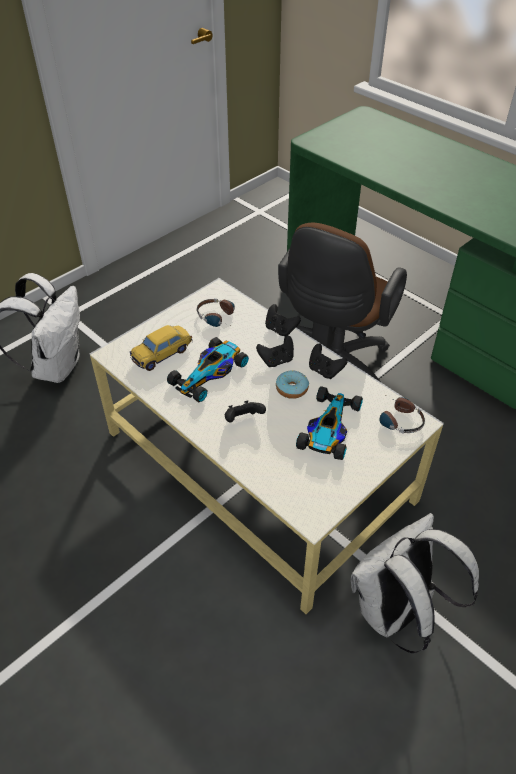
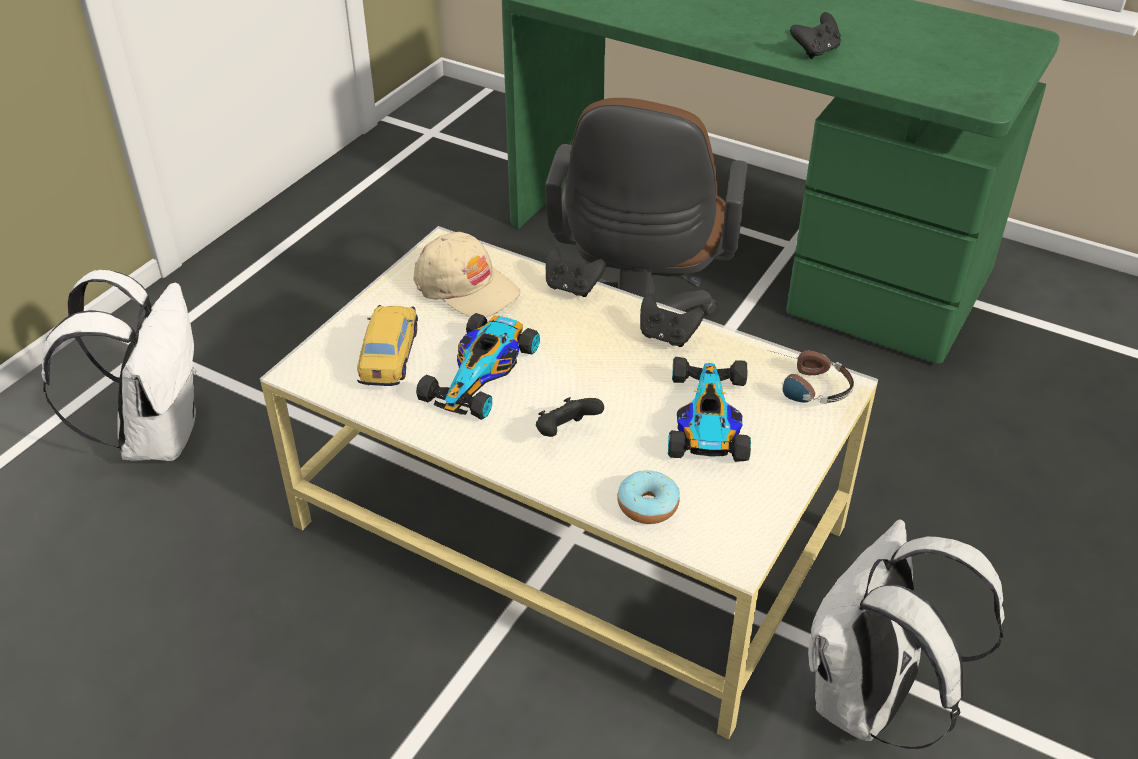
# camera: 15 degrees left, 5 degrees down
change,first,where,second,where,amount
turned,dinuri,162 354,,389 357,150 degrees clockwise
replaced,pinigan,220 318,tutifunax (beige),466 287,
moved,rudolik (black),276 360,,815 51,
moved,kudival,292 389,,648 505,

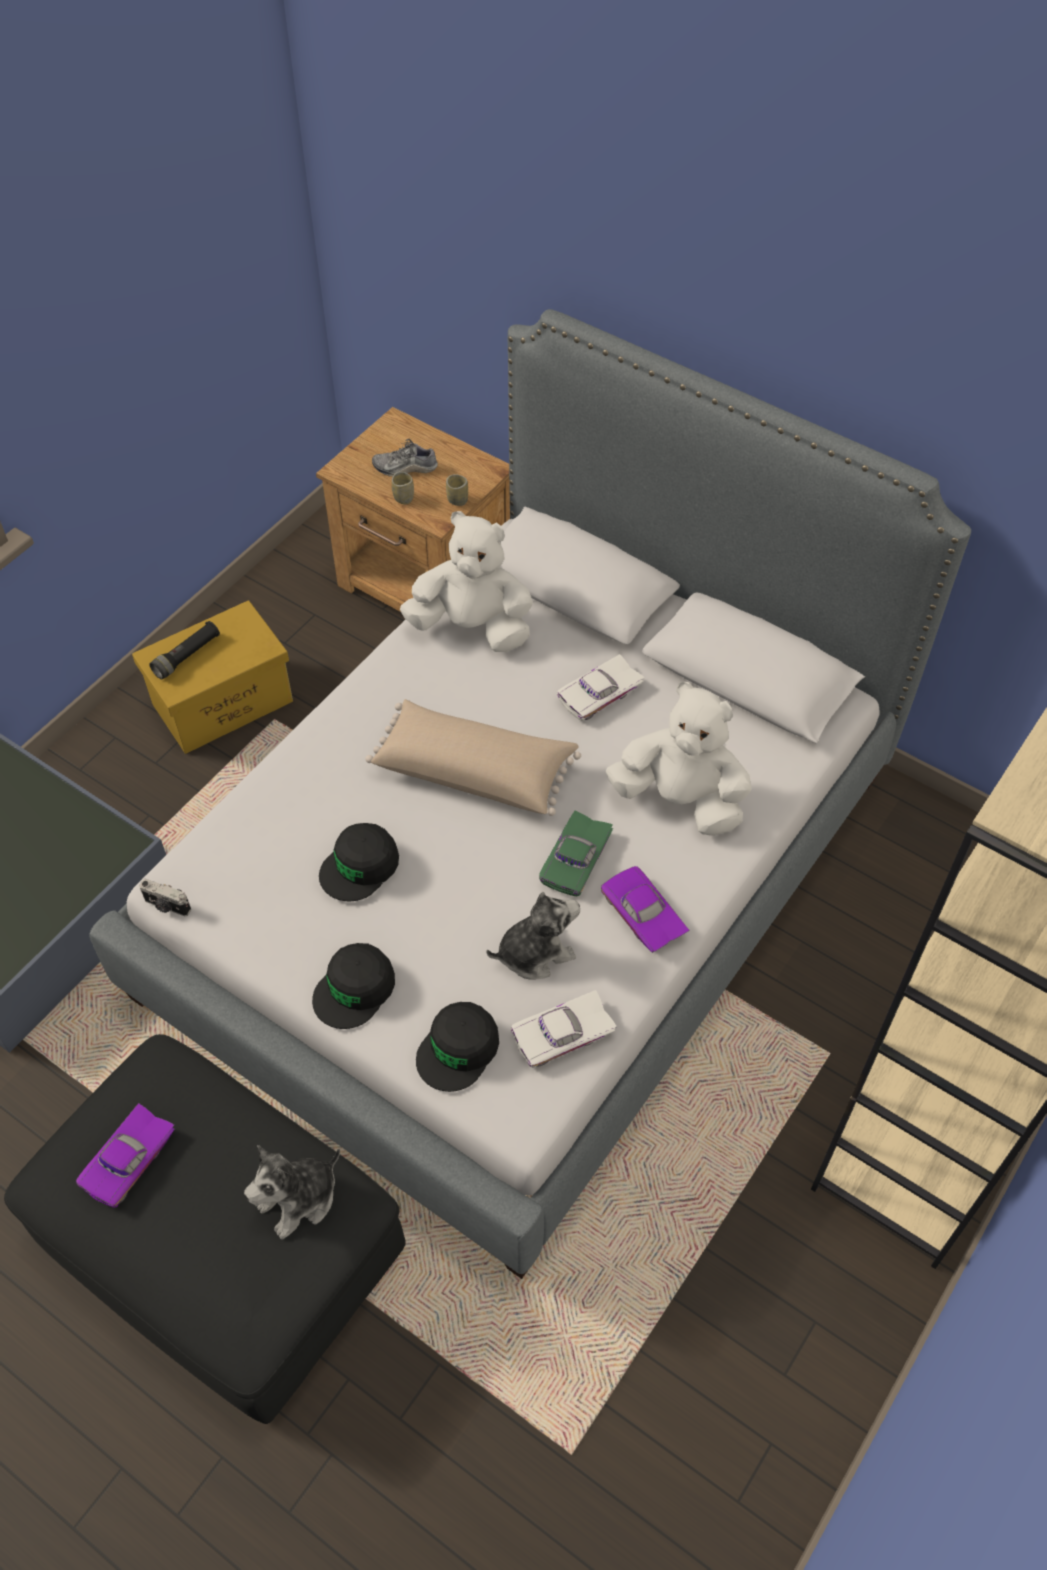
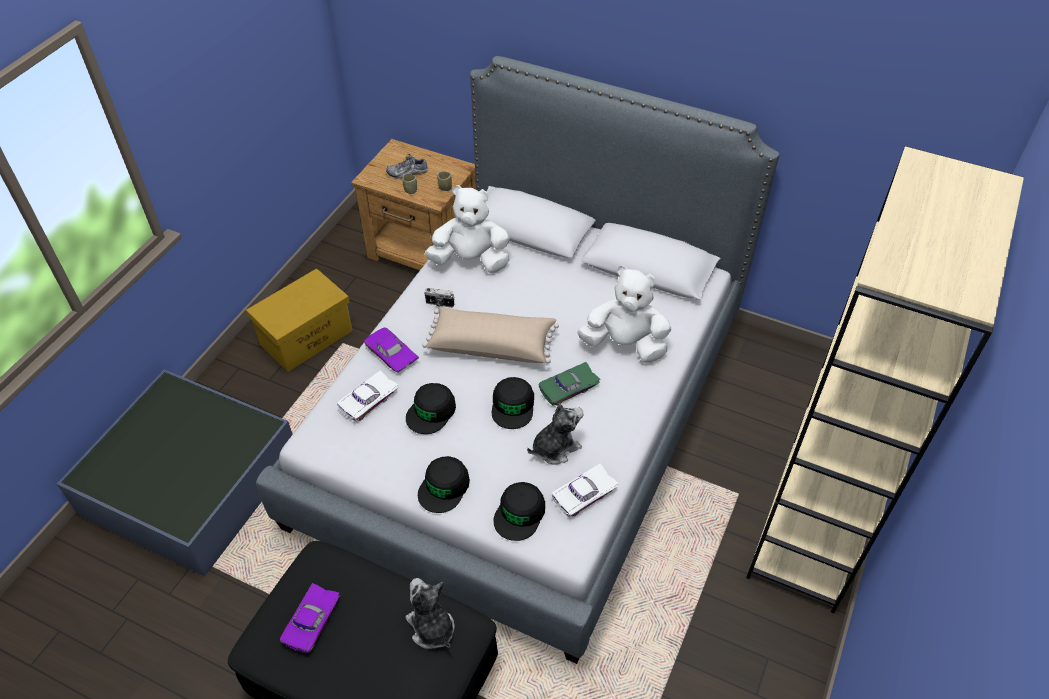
# camera: 10 degrees left, 5 degrees down
change,first,where,second,where,amount
moved,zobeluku,167 906,,439 304,
removed,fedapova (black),187 656,,,
turned,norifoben,299 1199,,431 627,105 degrees clockwise
turned,dinuri (green),578 860,,569 389,45 degrees clockwise
moved,dinuri (white),601 695,,369 401,
moved,dinuri (purple),640 916,,390 355,
added,,,tutifunax (black),513 406,

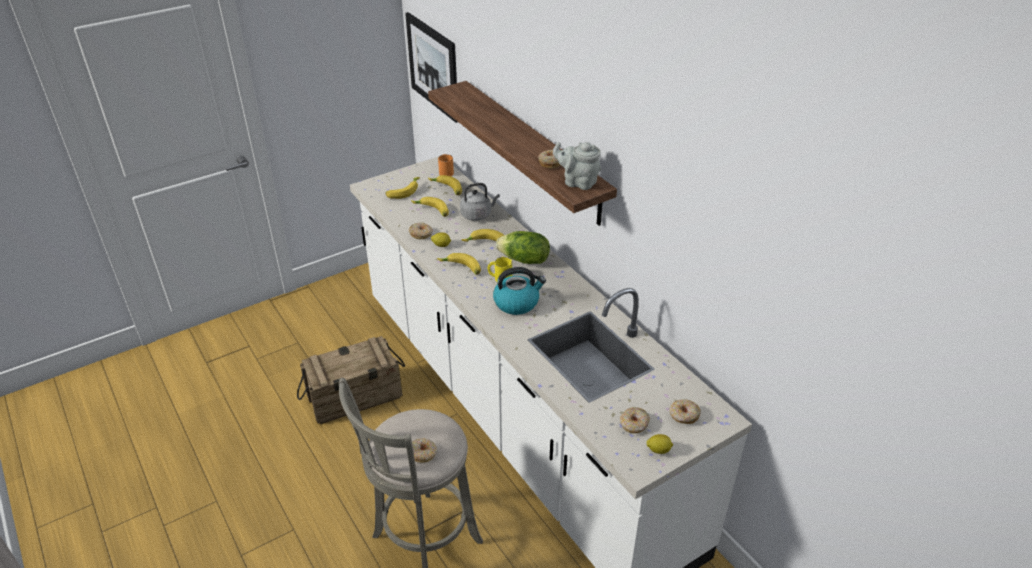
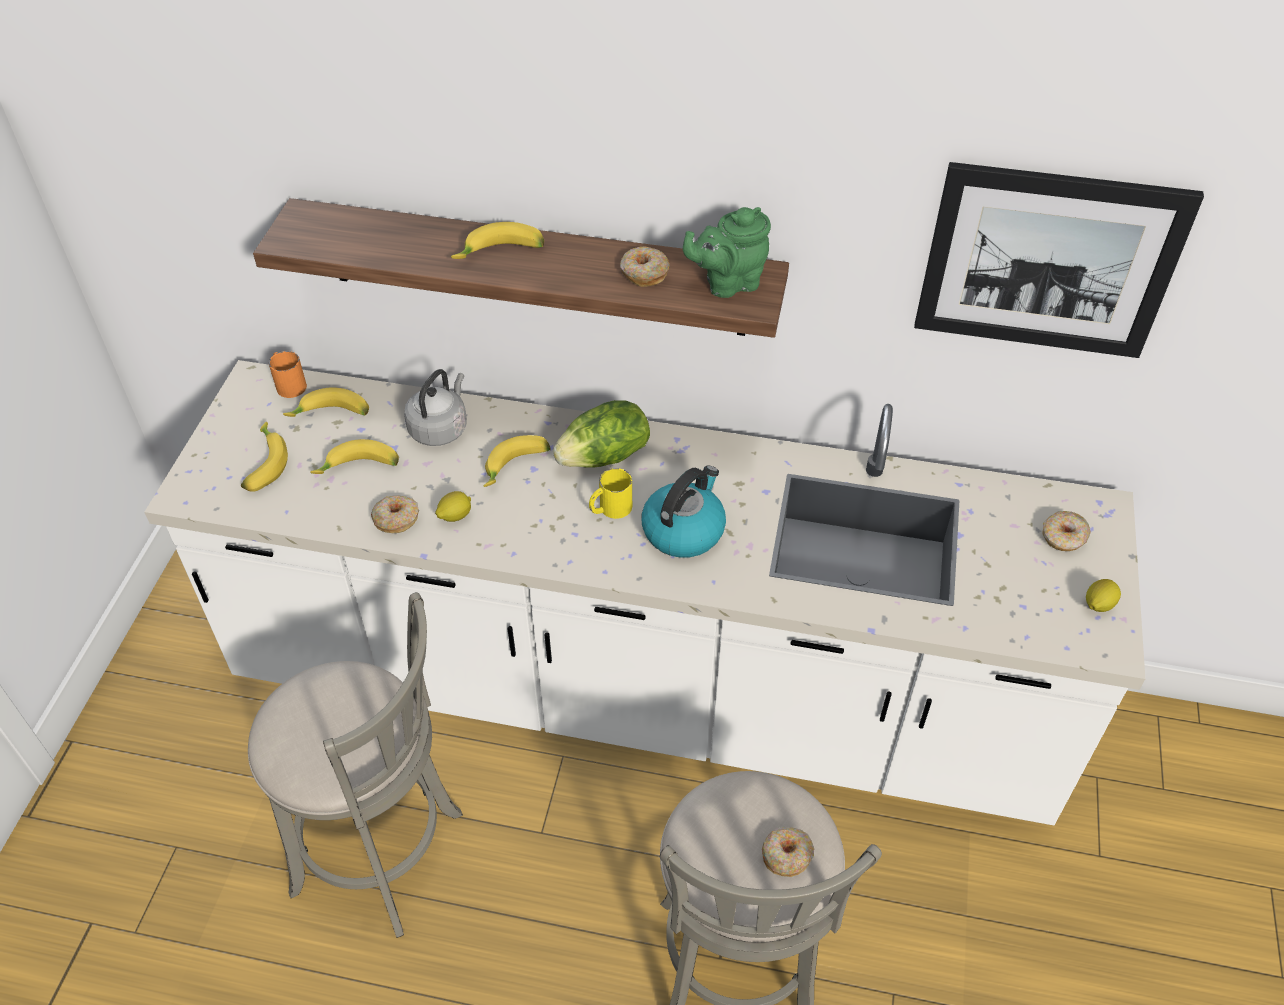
# camera: 45 degrees left, 10 degrees up
change,first,where,second,where,amount
replaced,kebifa,355 397,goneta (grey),386 857,
moved,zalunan,433 66,,1048 262,
moved,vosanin,461 269,,501 254,
recoloured,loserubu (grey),577 182,loserubu (green),728 283,
removed,kudival,634 424,,,

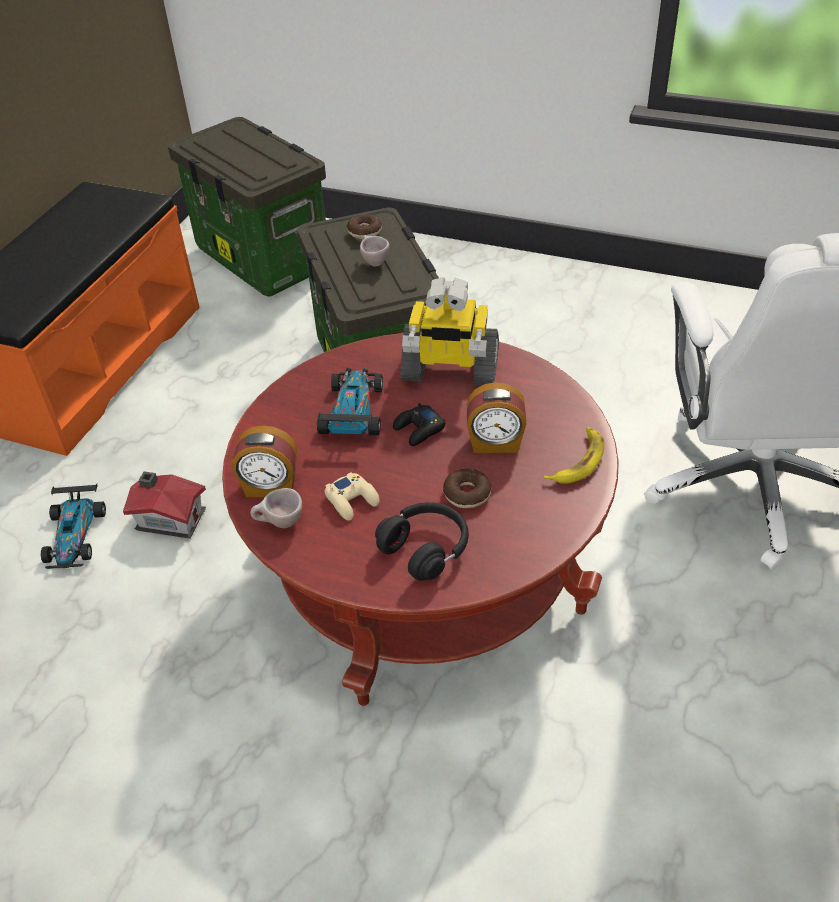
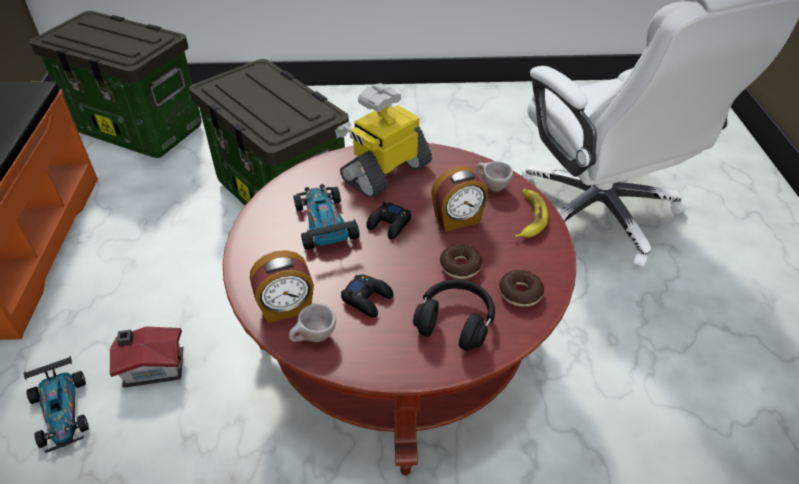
# camera: 25 degrees left, 0 degrees up
change,first,where,second,where,amount
recoloured,rudolik (beige),352 500,rudolik (black),367 299,
moved,kudival,364 232,,520 293,
moved,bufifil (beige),373 262,,491 187,
turned,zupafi,449 370,,385 171,150 degrees clockwise

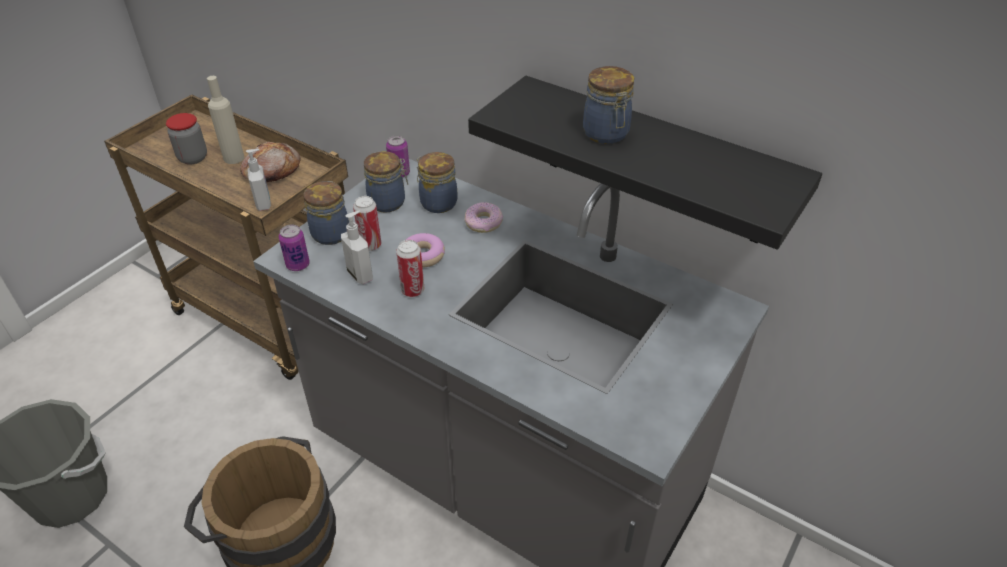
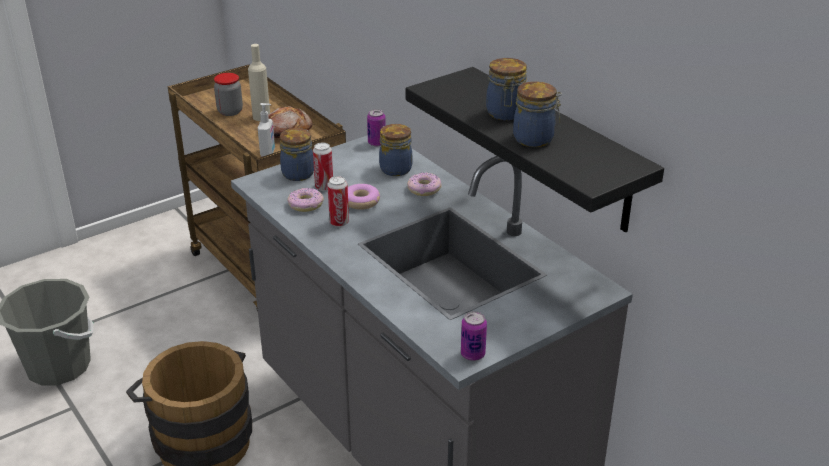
# camera: 20 degrees right, 10 degrees down
change,first,where,second,where,amount
moved,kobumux,298 265,,472 354,
replaced,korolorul,361 274,kudival,305 204,
moved,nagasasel,388 202,,535 139,

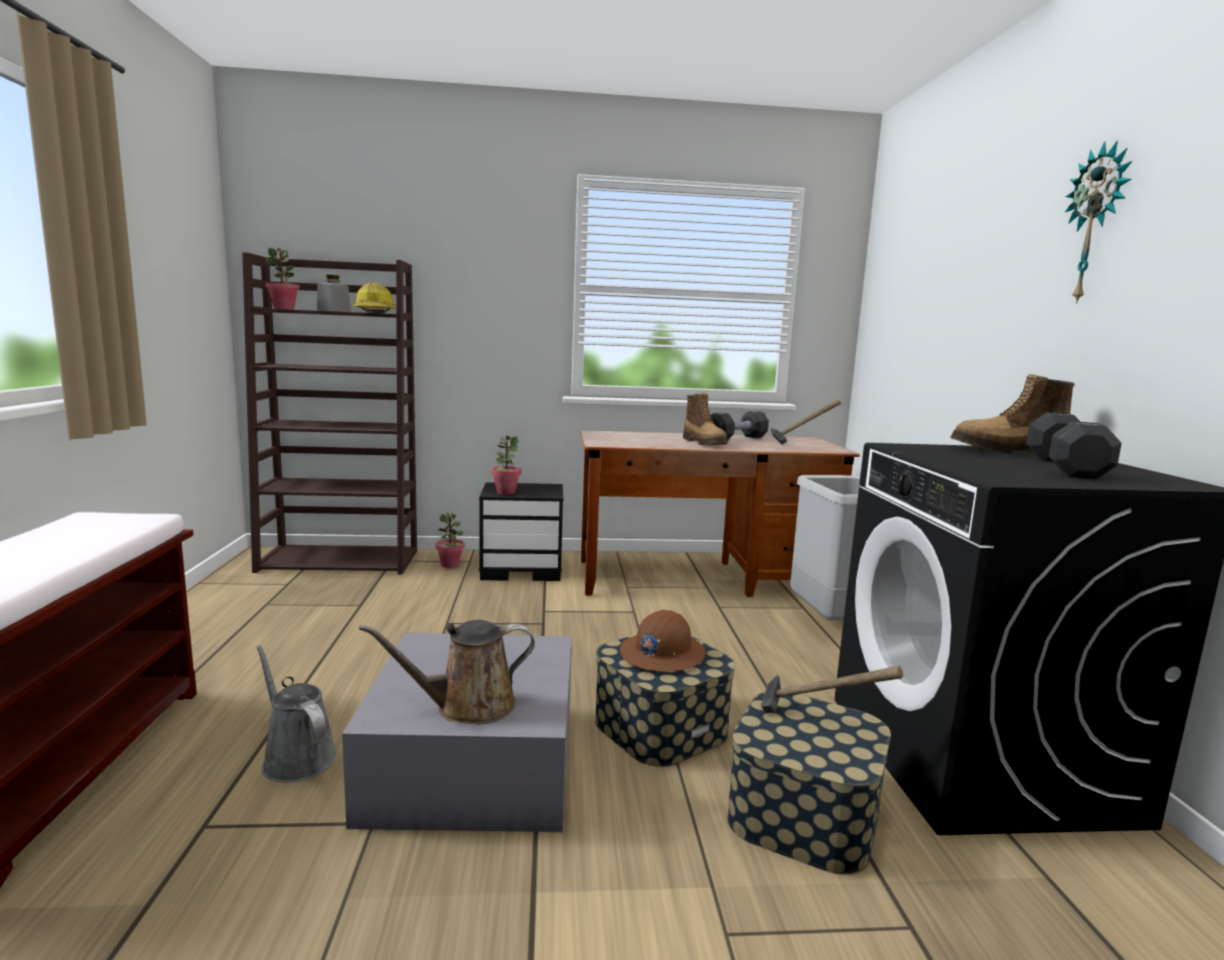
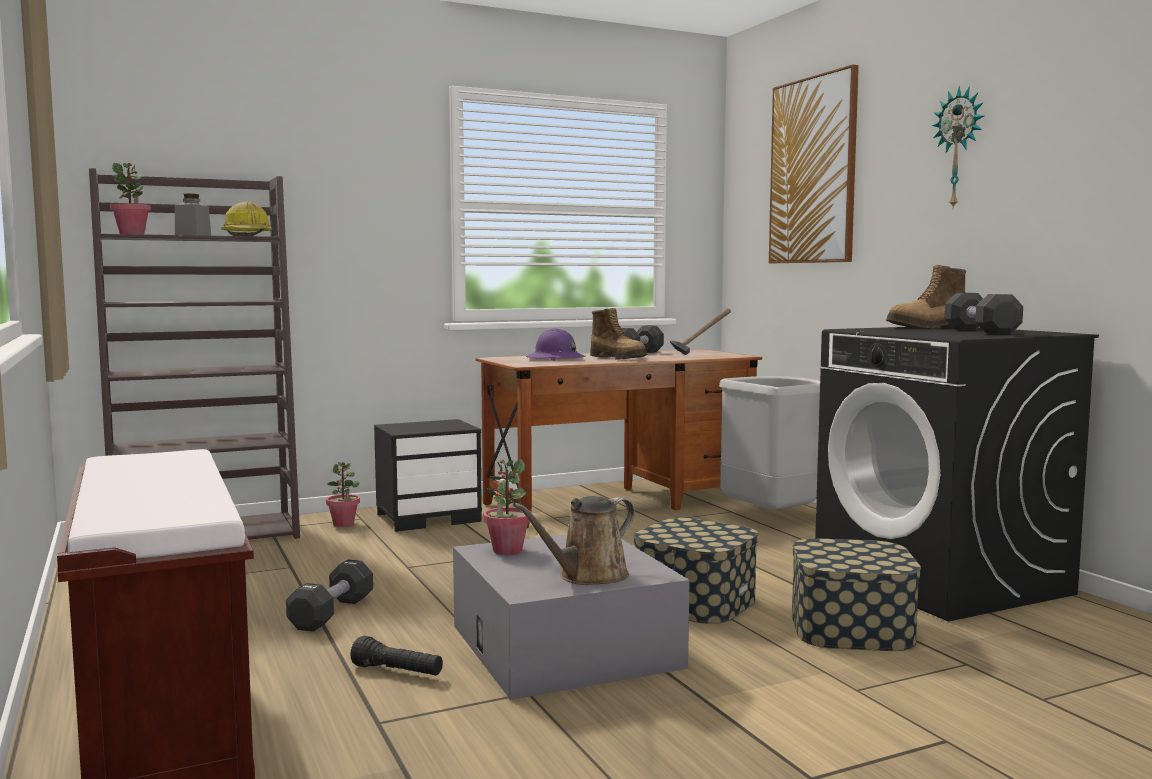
# camera: 20 degrees left, 5 degrees down
change,first,where,second,where,amount
replaced,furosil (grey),296 757,fedapova (black),398 672,
moved,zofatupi,505 492,,507 550,
removed,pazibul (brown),662 654,,,
removed,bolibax,818 723,,,
added,,,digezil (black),332 613,
added,,,pazibul (purple),555 358,
added,,,zalunan,813 171,

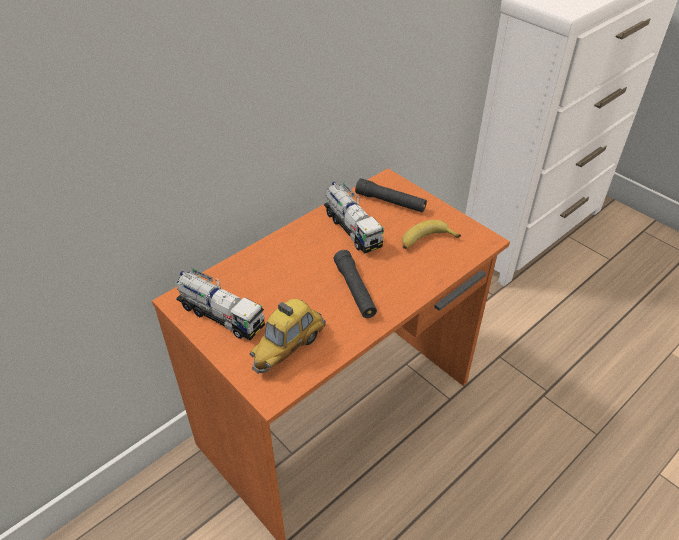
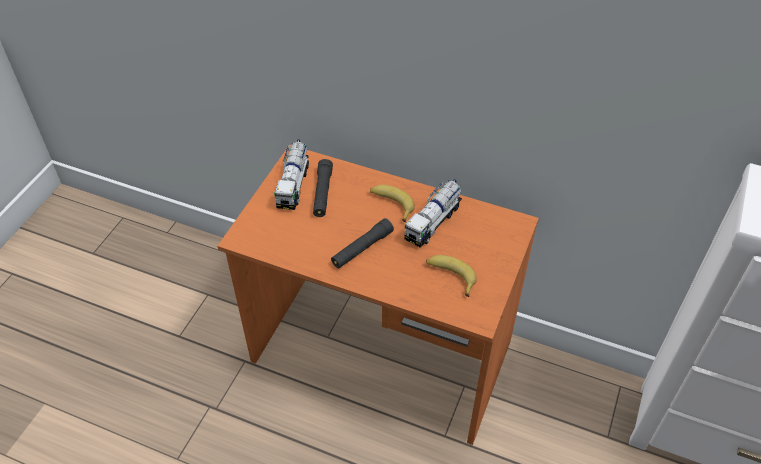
# camera: 65 degrees right, 5 degrees up
change,first,where,second,where,amount
removed,dinuri,288 348,,,
moved,fedapova (black),390 202,,322 193,
added,,,vosanin,391 204,

